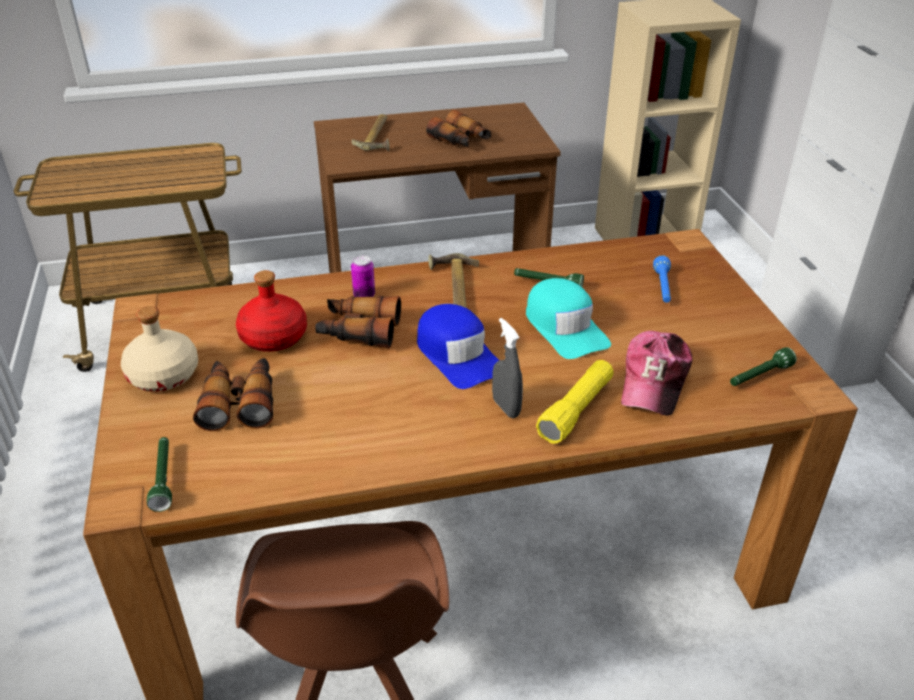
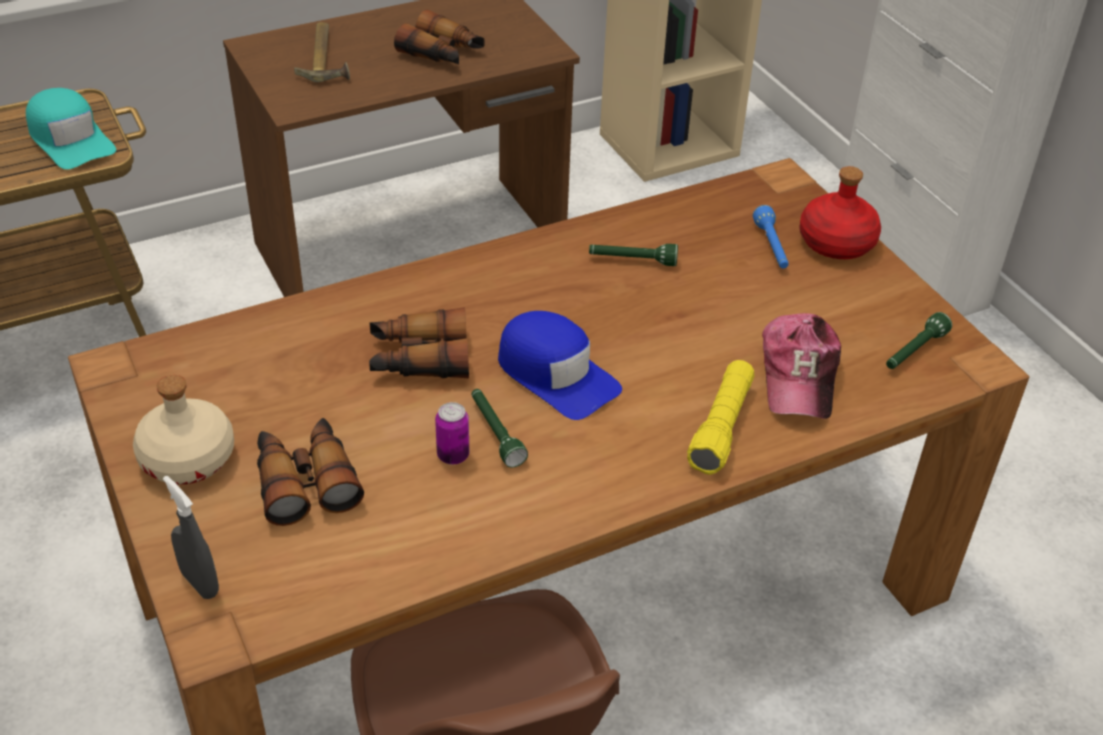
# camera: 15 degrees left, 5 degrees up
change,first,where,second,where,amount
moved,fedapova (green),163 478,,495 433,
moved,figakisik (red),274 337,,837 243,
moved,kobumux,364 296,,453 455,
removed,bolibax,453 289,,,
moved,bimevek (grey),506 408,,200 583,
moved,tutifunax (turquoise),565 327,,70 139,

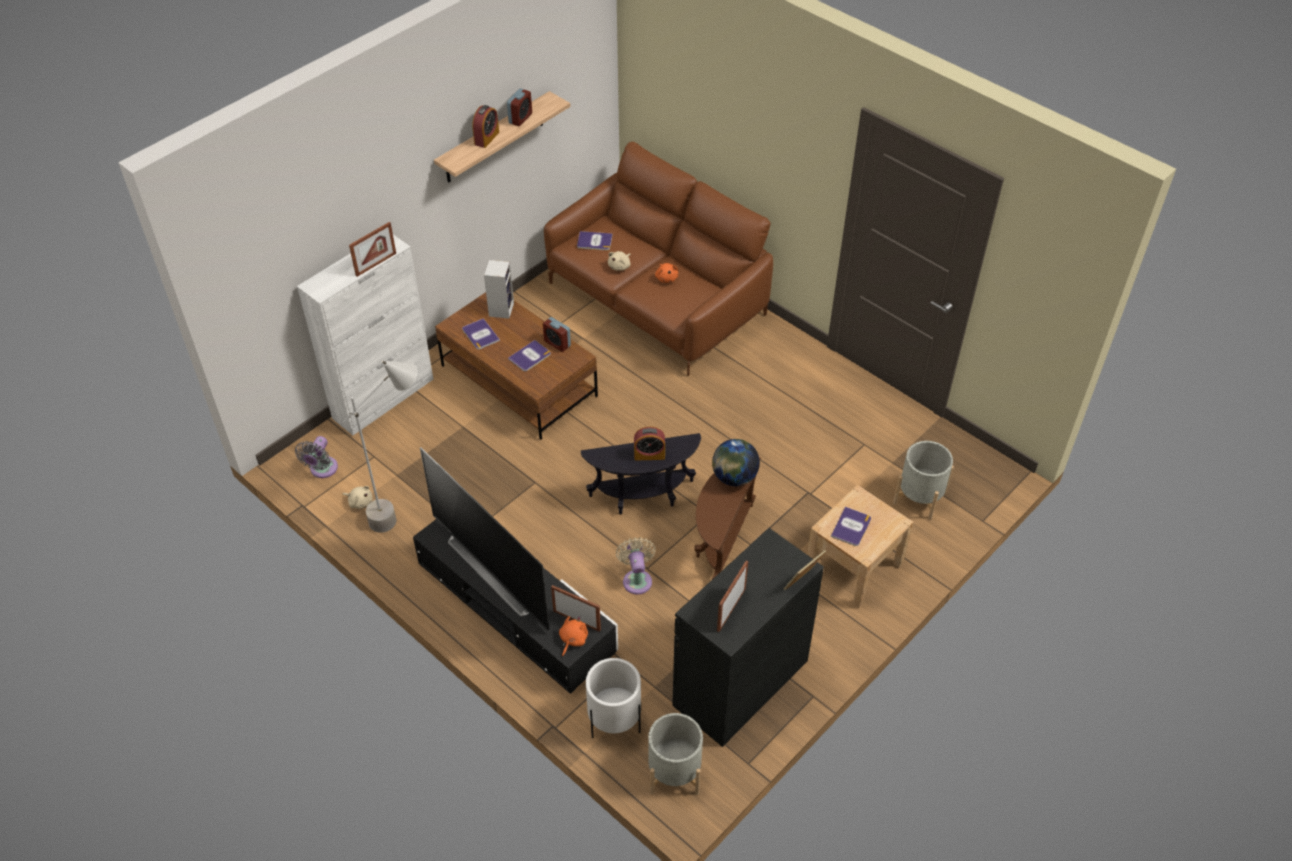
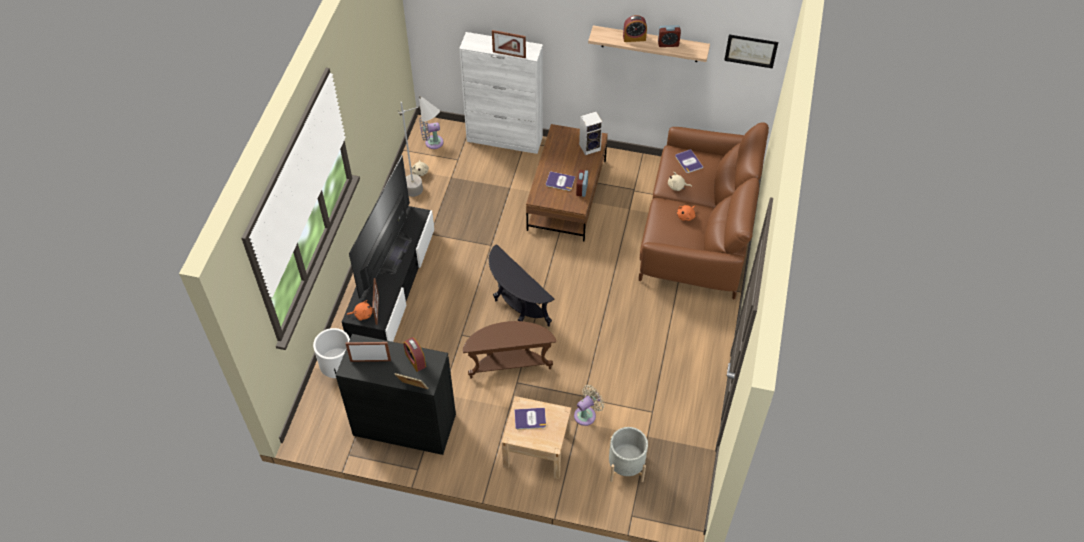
# camera: 60 degrees right, 5 degrees up
change,first,where,second,where,amount
removed,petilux,480 334,,,
moved,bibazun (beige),637 579,,587 414,
moved,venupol,649 455,,415 360,
removed,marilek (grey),674 772,,,
removed,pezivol,734 477,,,
added,,,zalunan,751 51,

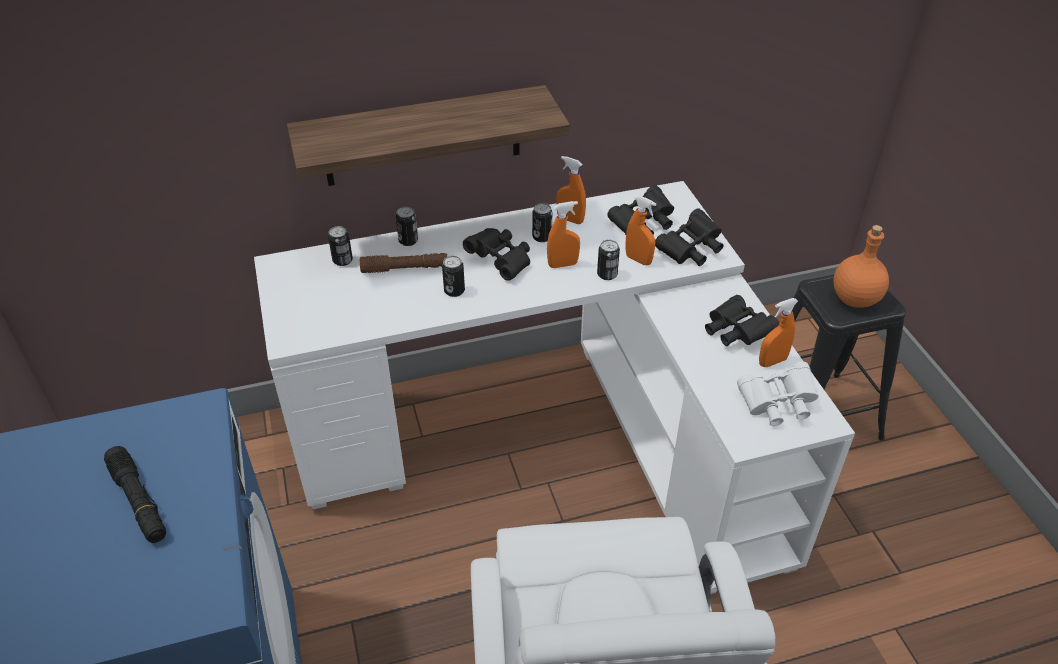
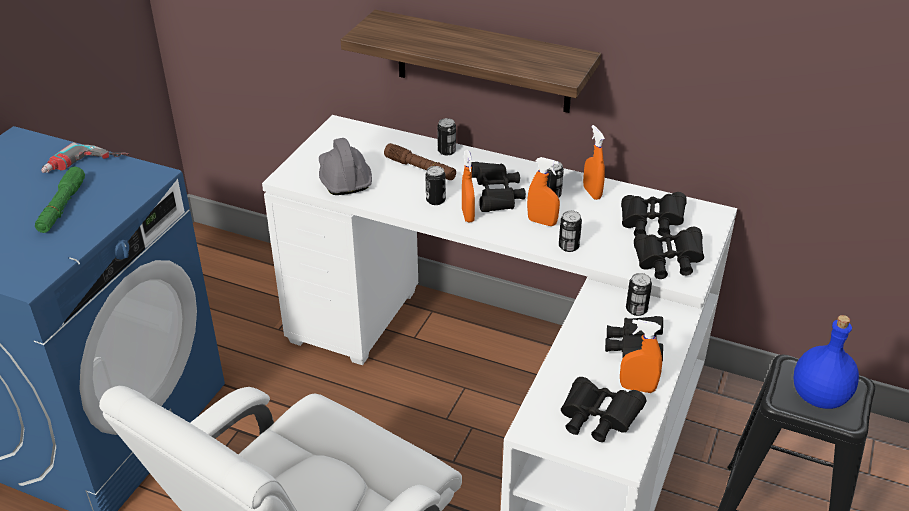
# camera: 40 degrees right, 5 degrees down
change,first,where,second,where,amount
recoloured,fedapova (black),139 501,fedapova (green),62 207,
moved,kobumux,342 260,,636 309,
moved,bimevek (orange),638 260,,468 215,
recoloured,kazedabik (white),777 404,kazedabik (black),597 420,
recoloured,figakisik (orange),854 299,figakisik (blue),818 396,
added,,,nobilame,85 167,
added,,,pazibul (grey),343 178,

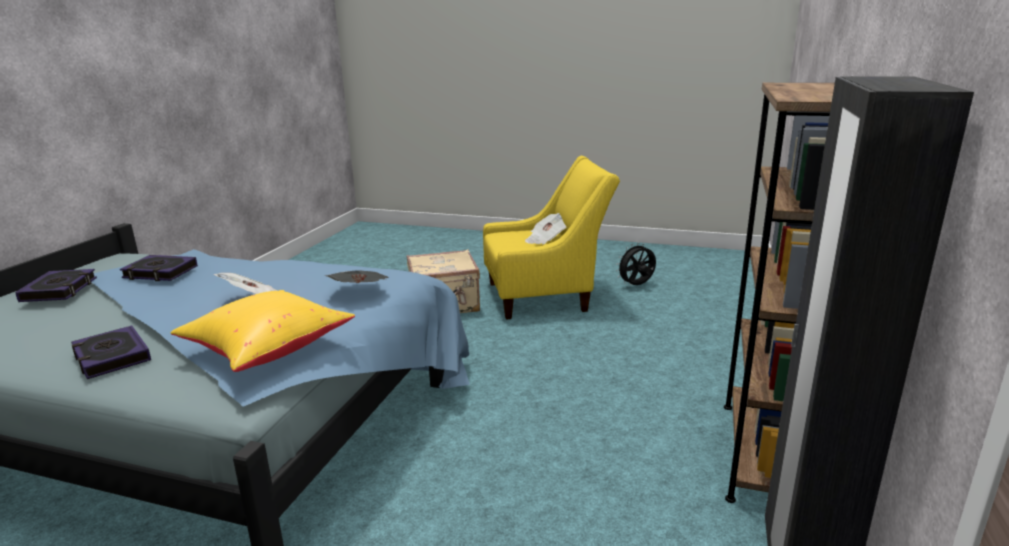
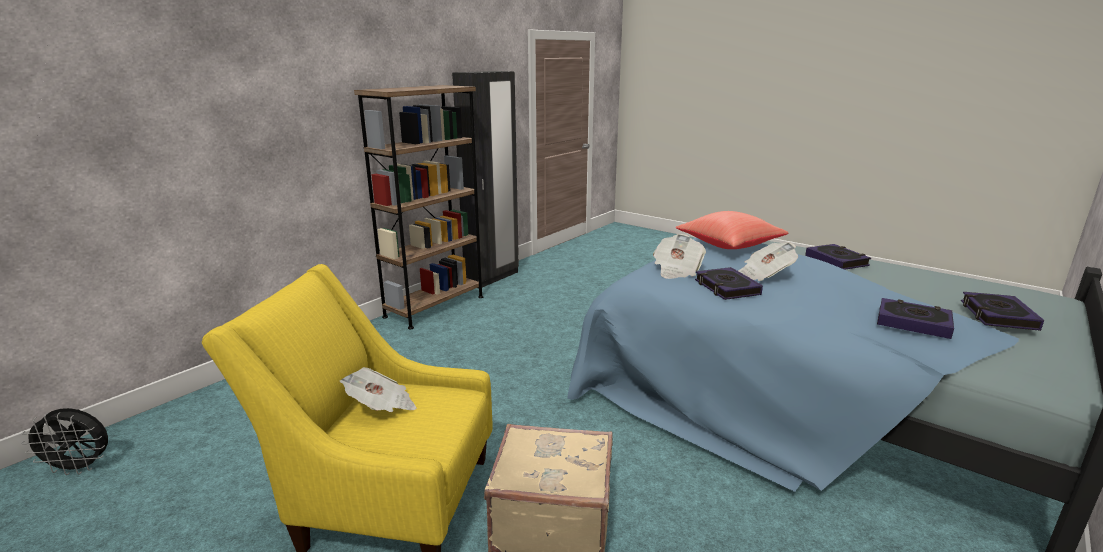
# camera: 160 degrees left, 0 degrees up
change,first,where,second,where,amount
recoloured,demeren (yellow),267 349,demeren (red),730 246,
moved,bibazun (black),636 286,,80 468,
added,,,petilux,726 288,

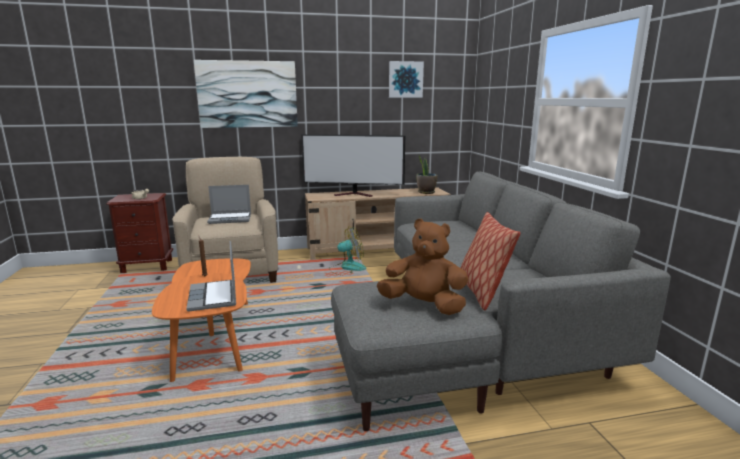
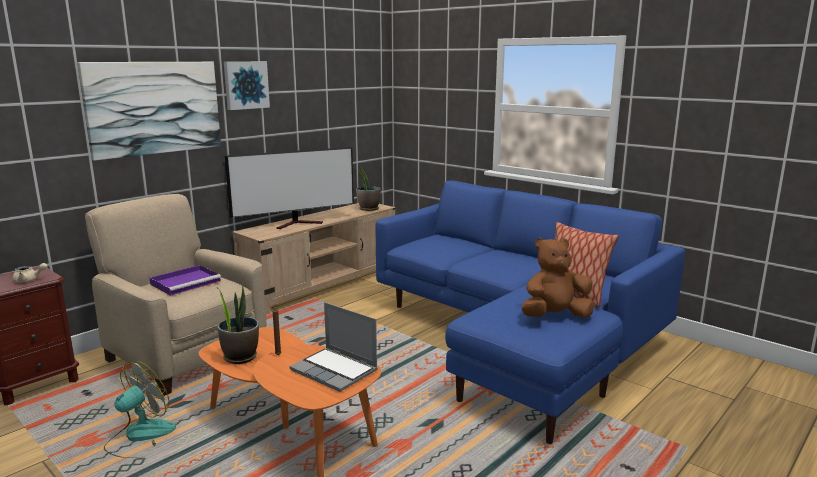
# camera: 35 degrees left, 0 degrees up
change,first,where,second,where,amount
replaced,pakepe,230 219,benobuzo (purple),186 282,
moved,bibazun,347 268,,139 437,
recoloured,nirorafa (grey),472 329,nirorafa (blue),515 337,
moved,zalunan,405 79,,245 85,
added,,,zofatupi,240 357,

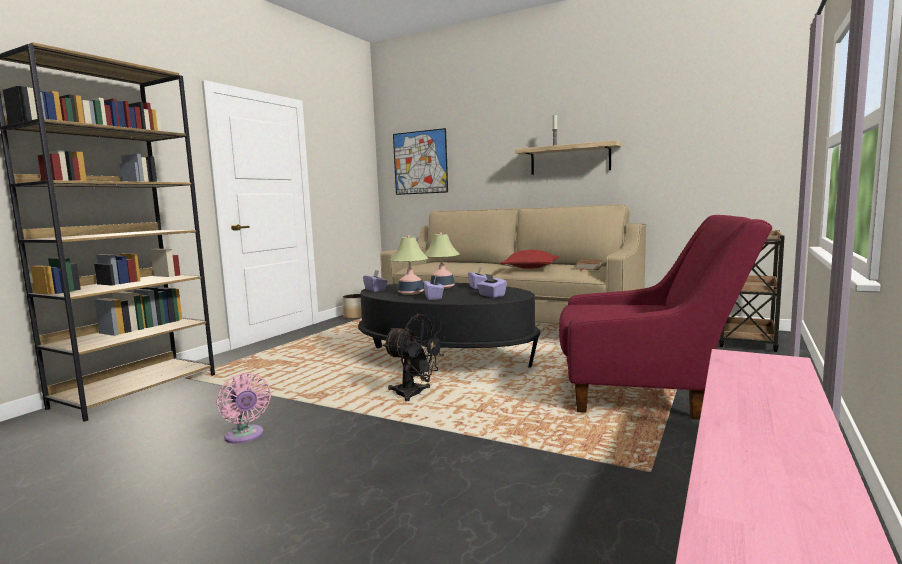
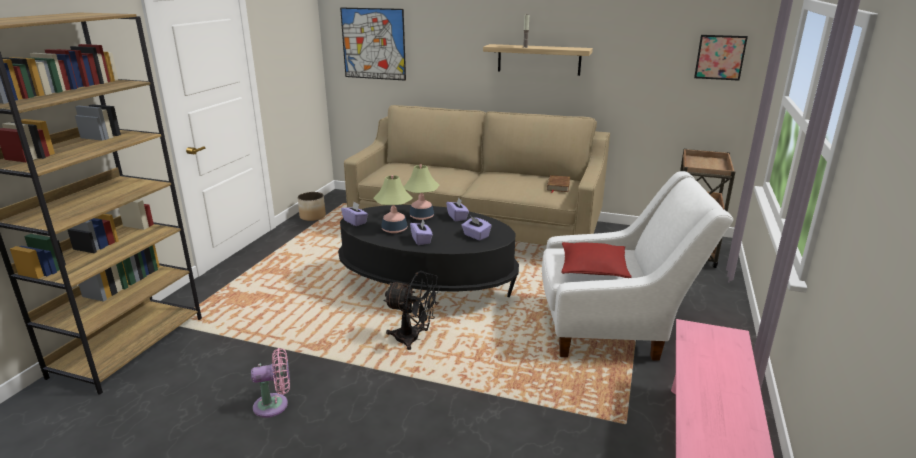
# camera: 10 degrees left, 15 degrees up
change,first,where,second,where,amount
turned,bibazun (pink),245 436,,274 405,60 degrees counterclockwise
moved,demeren (red),530 267,,593 268,
recoloured,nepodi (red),646 393,nepodi (white),613 328,
added,,,zalunan,720 57,

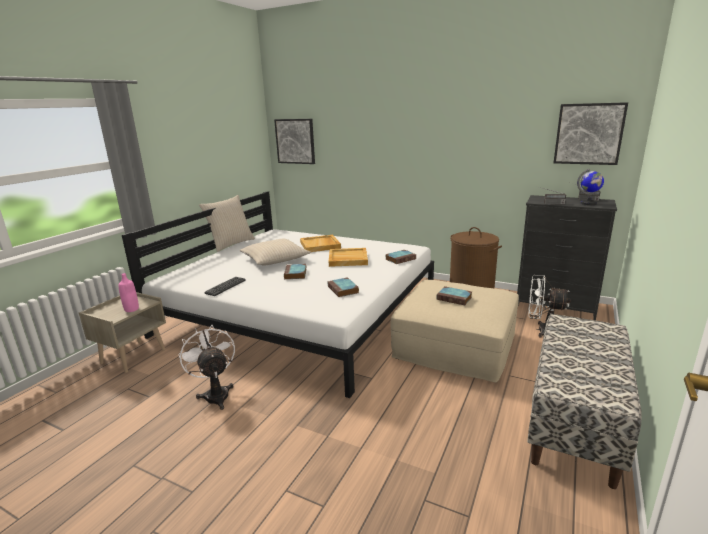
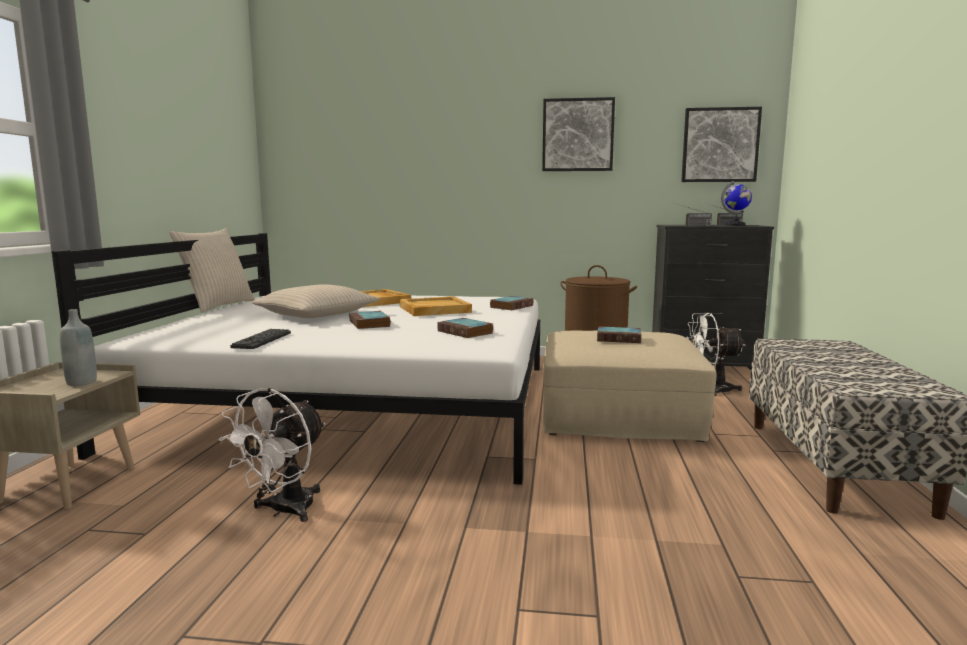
# camera: 20 degrees left, 10 degrees down
change,first,where,second,where,amount
recoloured,figakisik (pink),131 309,figakisik (grey),81 383,
turned,bibazun (white),215 394,,283 511,105 degrees counterclockwise
moved,zalunan,295 141,,577 135,

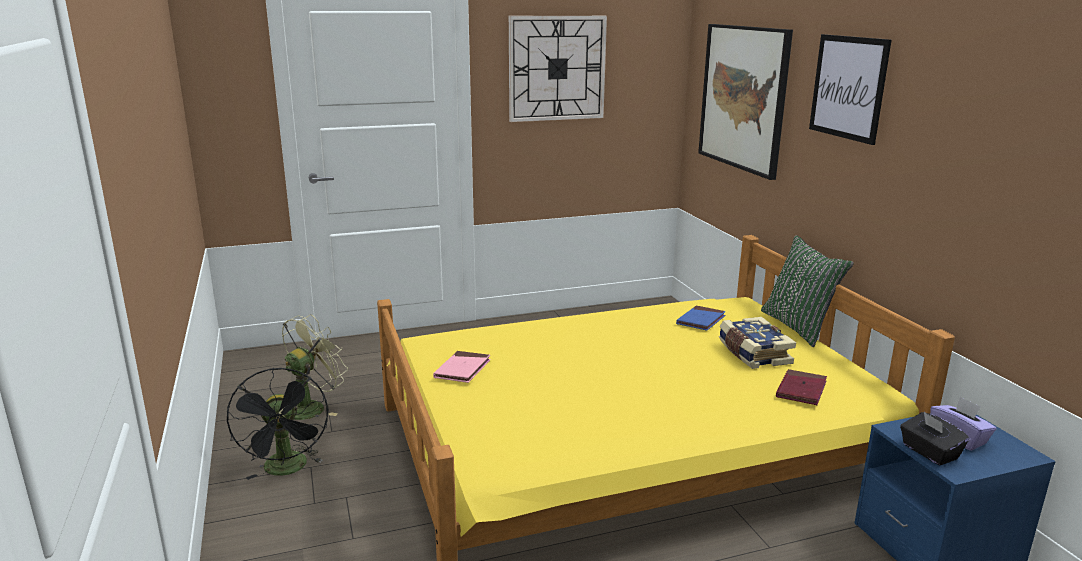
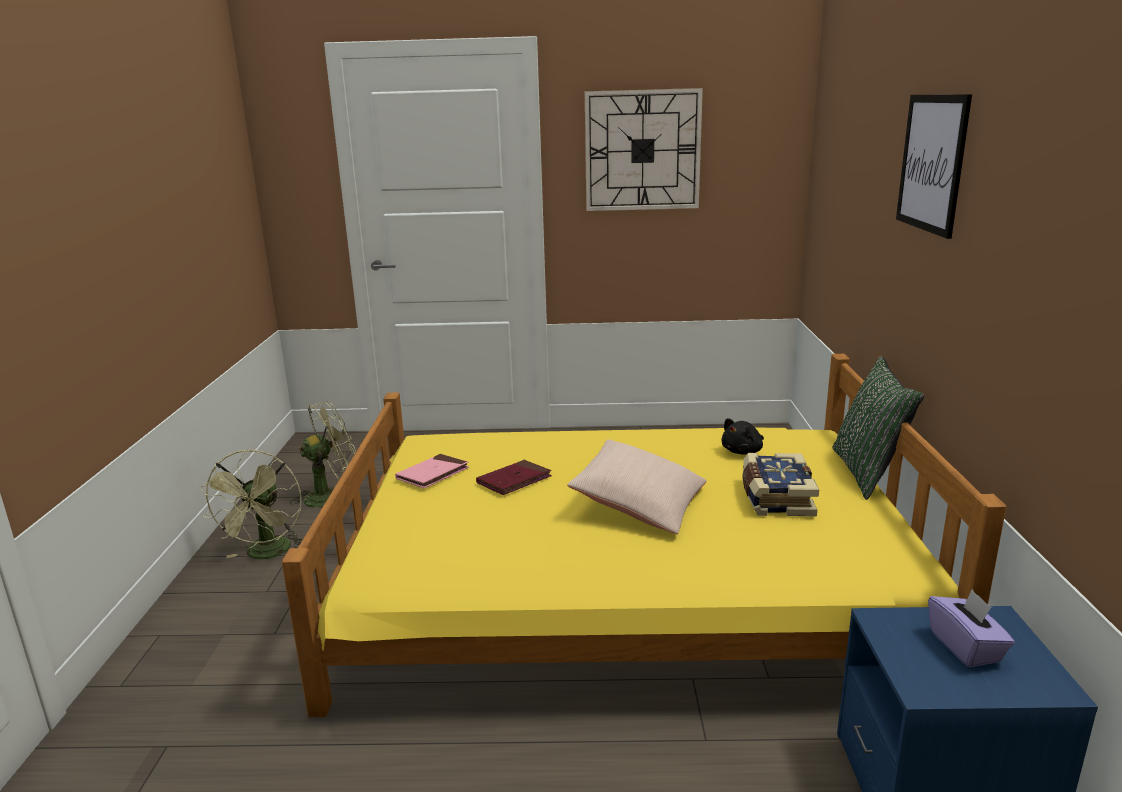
# camera: 20 degrees right, 0 degrees up
change,first,where,second,where,amount
recoloured,bibazun (black),287 470,bibazun (green),267 554,
replaced,petilux (blue),701 321,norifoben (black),743 451,
removed,zalunan,743 98,,,
moved,petilux (red),801 390,,514 480,
removed,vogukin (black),929 452,,,
added,,,demeren (beige),639 504,

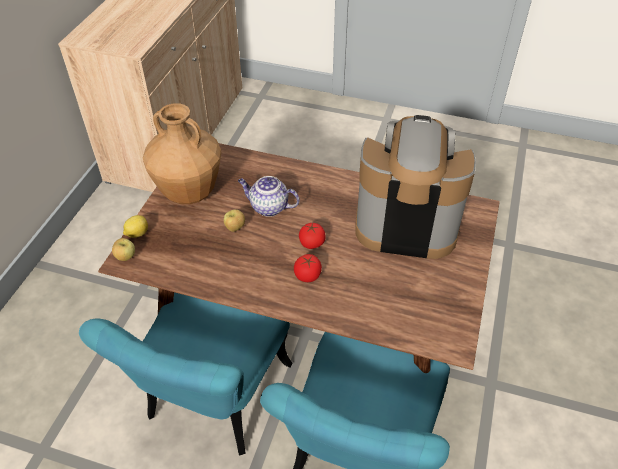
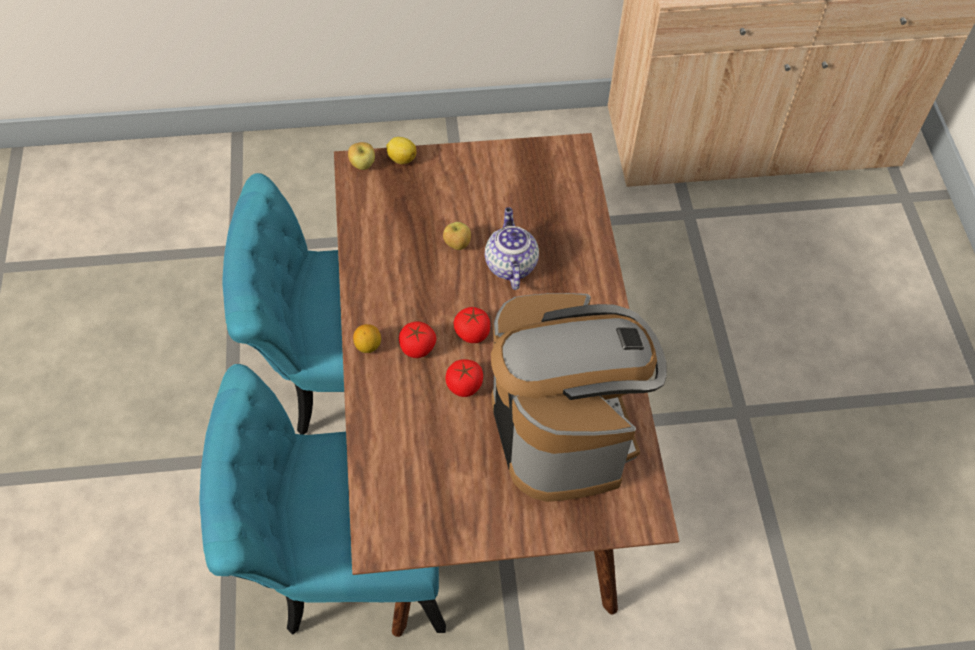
# camera: 65 degrees right, 10 degrees up
change,first,where,second,where,amount
removed,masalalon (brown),190 193,,,
added,,,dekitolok,368 346,
added,,,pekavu,464 385,

